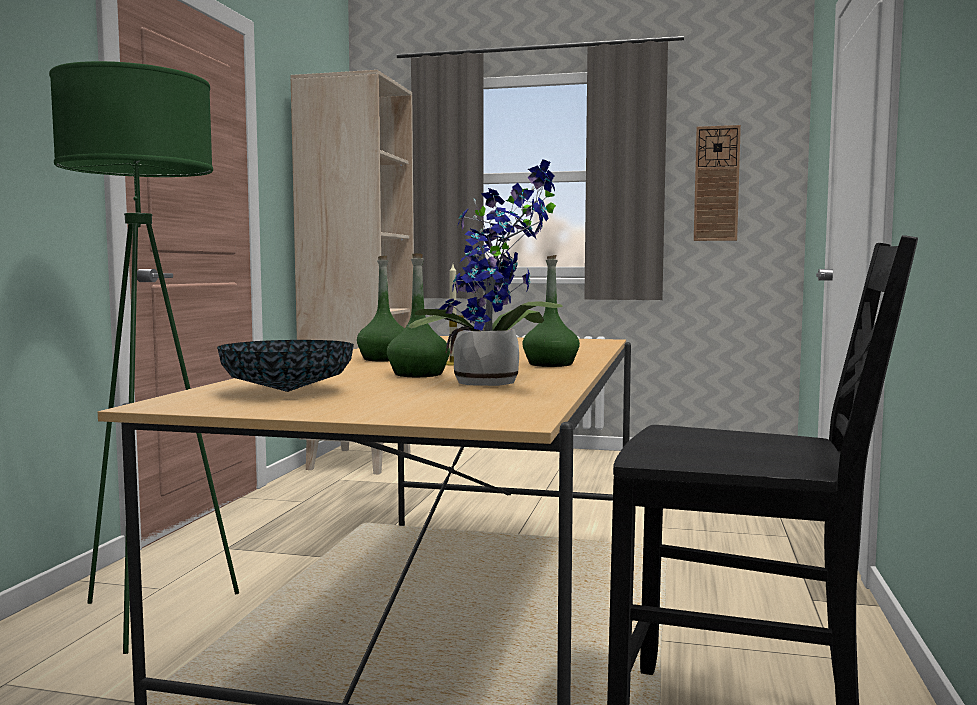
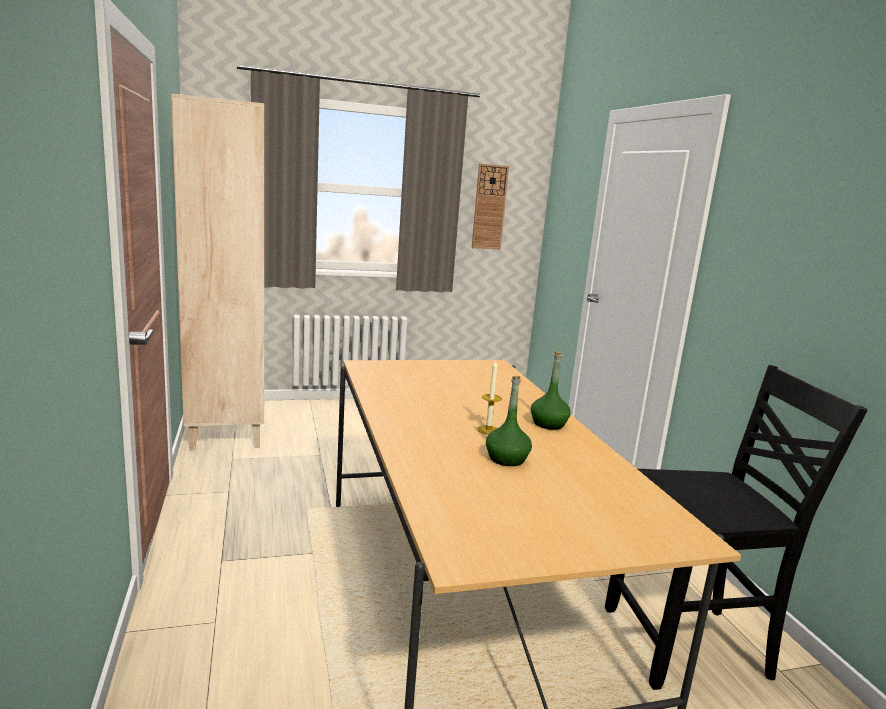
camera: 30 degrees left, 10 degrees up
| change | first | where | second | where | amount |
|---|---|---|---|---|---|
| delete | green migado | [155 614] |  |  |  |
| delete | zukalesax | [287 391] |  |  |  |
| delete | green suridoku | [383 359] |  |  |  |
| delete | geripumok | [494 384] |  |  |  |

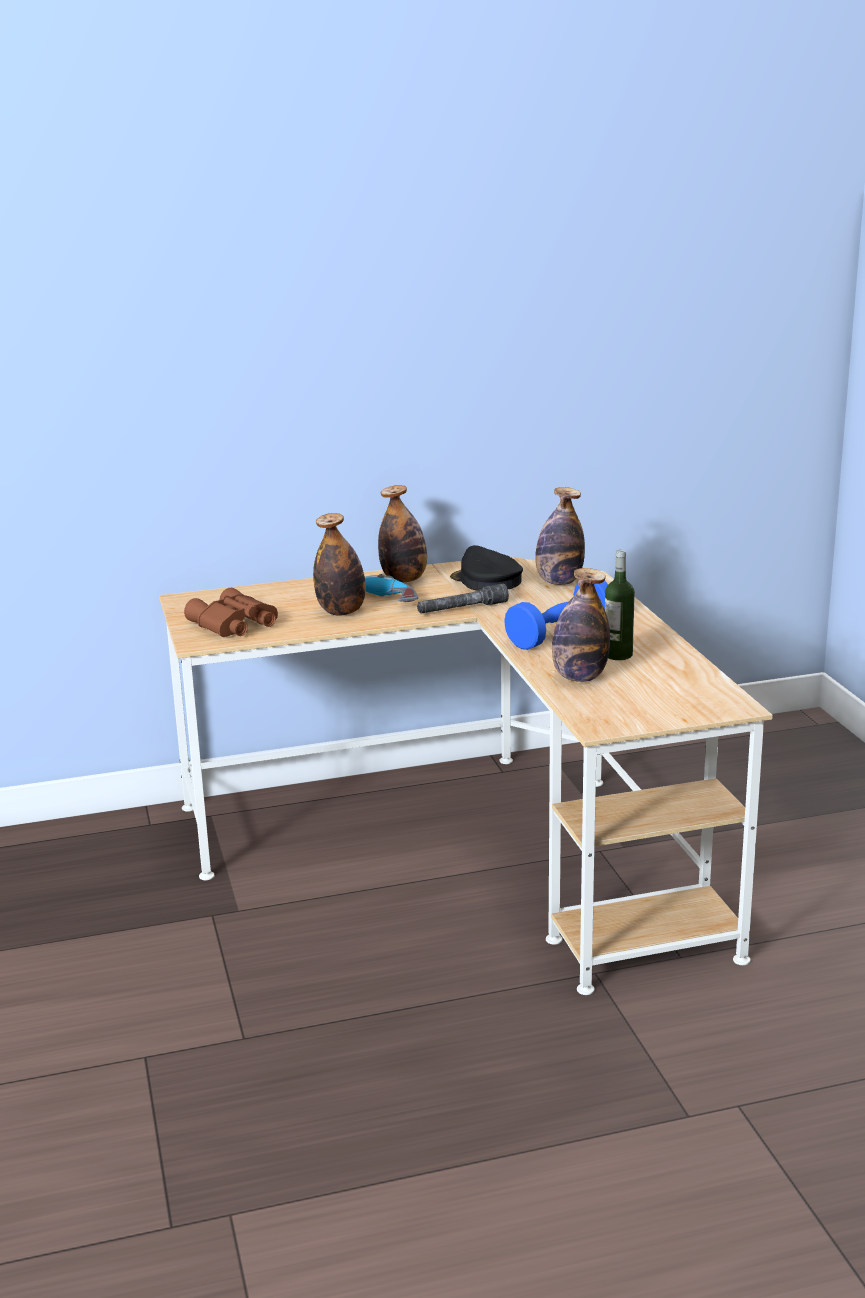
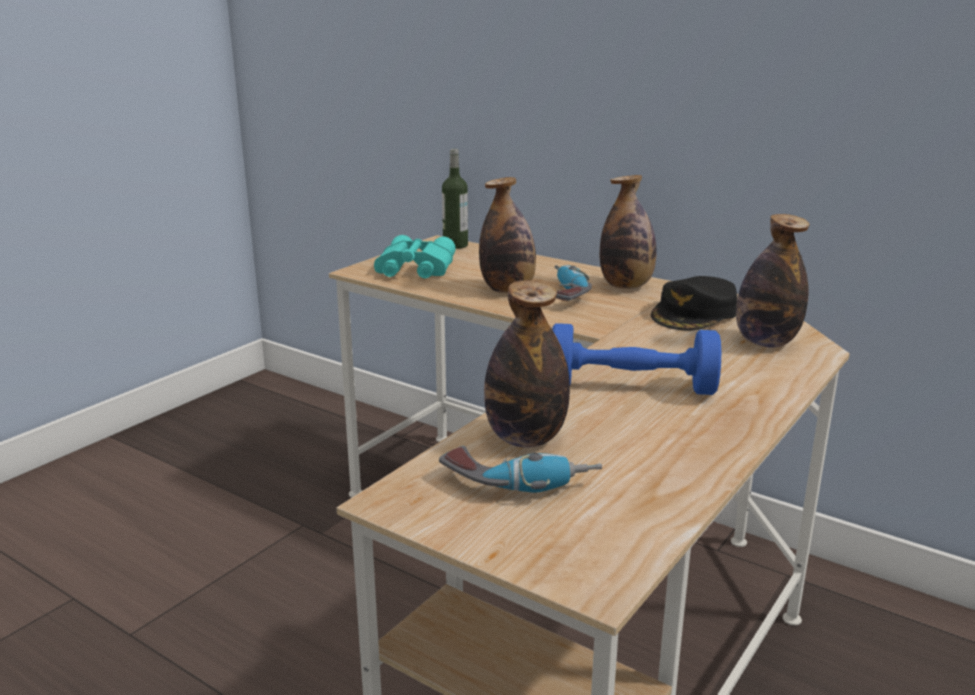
camera: 50 degrees right, 0 degrees up
| change | first | where | second | where | amount |
|---|---|---|---|---|---|
| recolor | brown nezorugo | [233 625] | turquoise nezorugo | [413 269] |  |
| insert |  |  | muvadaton | [519 482] |  |
| move | suridoku | [618 655] |  | [455 245] |  |
| rotate | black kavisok | [486 581] |  | [694 314] | 150 degrees counterclockwise |
| delete | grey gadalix | [462 609] |  |  |  |

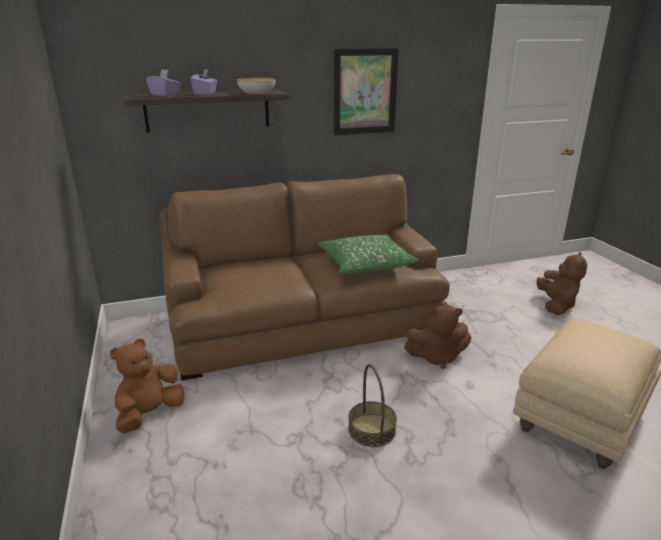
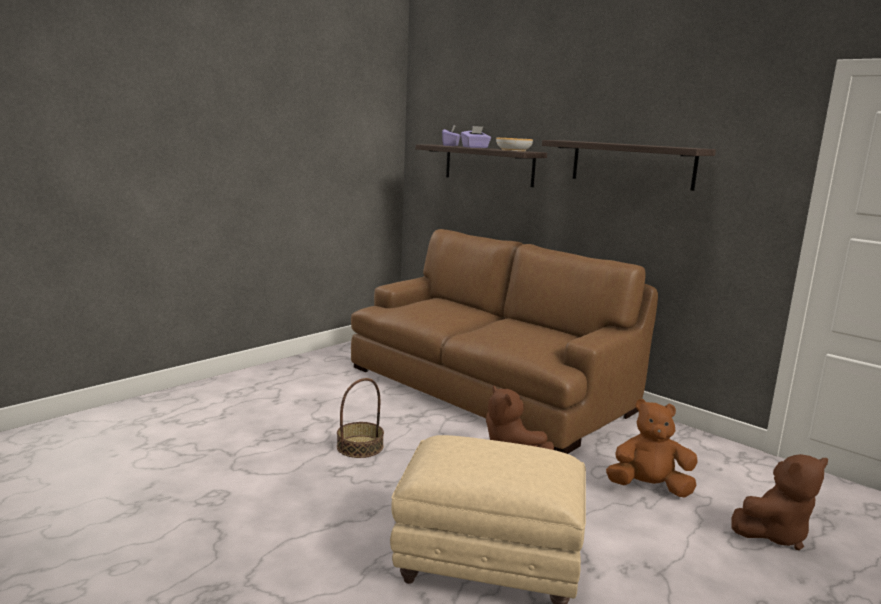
camera: 60 degrees right, 10 degrees down
| change | first | where | second | where | amount |
|---|---|---|---|---|---|
| replace | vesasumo | [365 92] | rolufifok | [632 164] |  |
| move | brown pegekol | [150 414] |  | [649 488] |  |
| delete | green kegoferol | [366 264] |  |  |  |

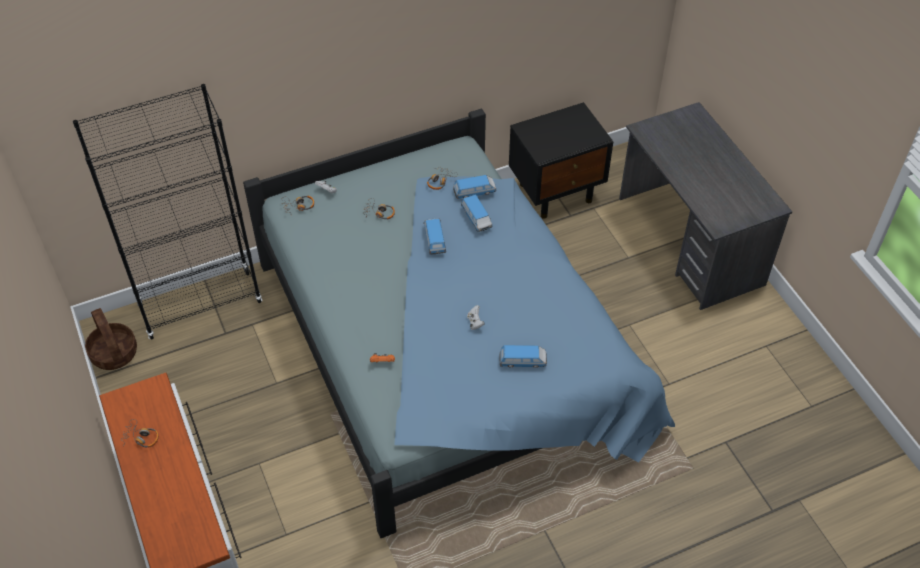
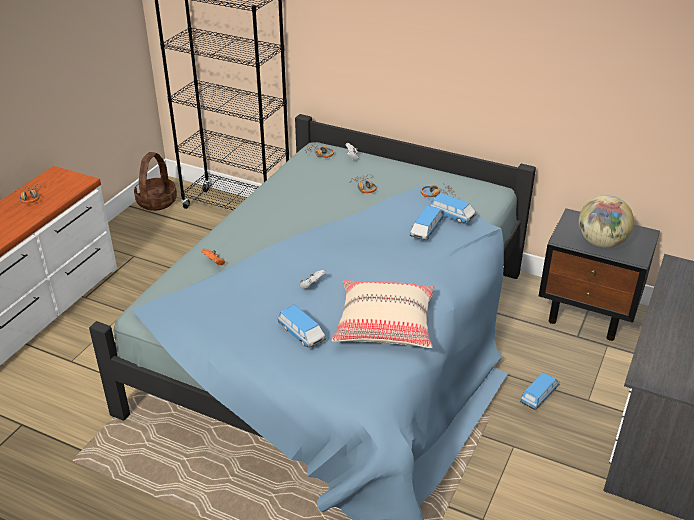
camera: 50 degrees right, 15 degrees down
| change | first | where | second | where | amount |
|---|---|---|---|---|---|
| insert |  |  | beige kegoferol | [384 324] |  |
| move | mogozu | [434 239] |  | [539 396] |  |
| insert |  |  | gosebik | [601 243] |  |

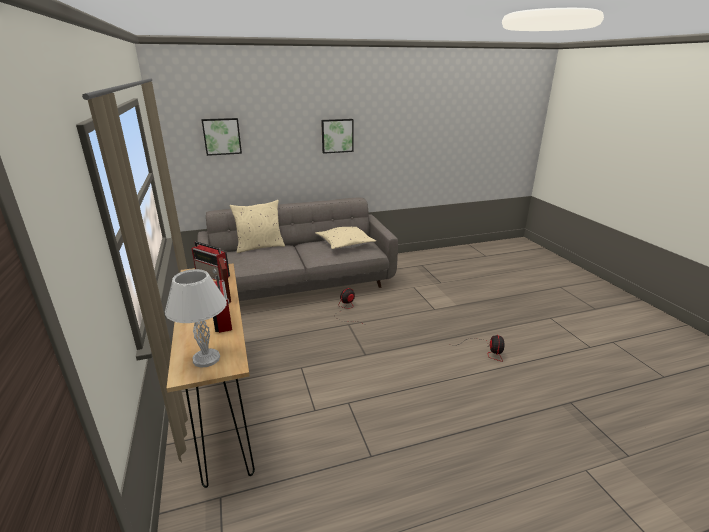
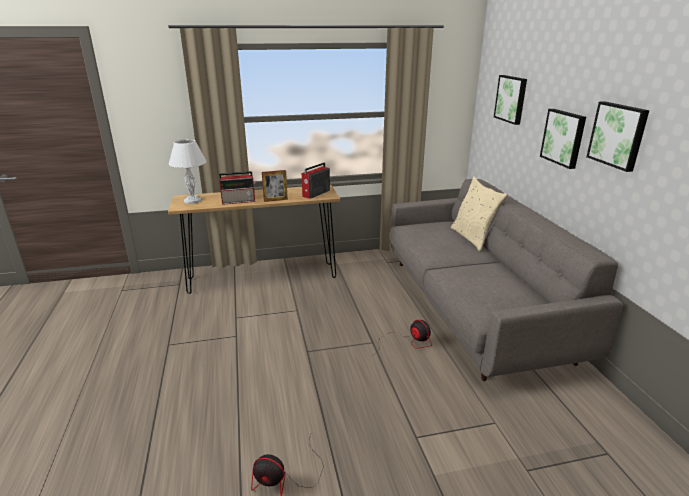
camera: 95 degrees right, 0 degrees up
| change | first | where | second | where | amount |
|---|---|---|---|---|---|
| insert |  |  | vesasumo | [564 137] |  |
| delete | beige kegoferol | [345 243] |  |  |  |

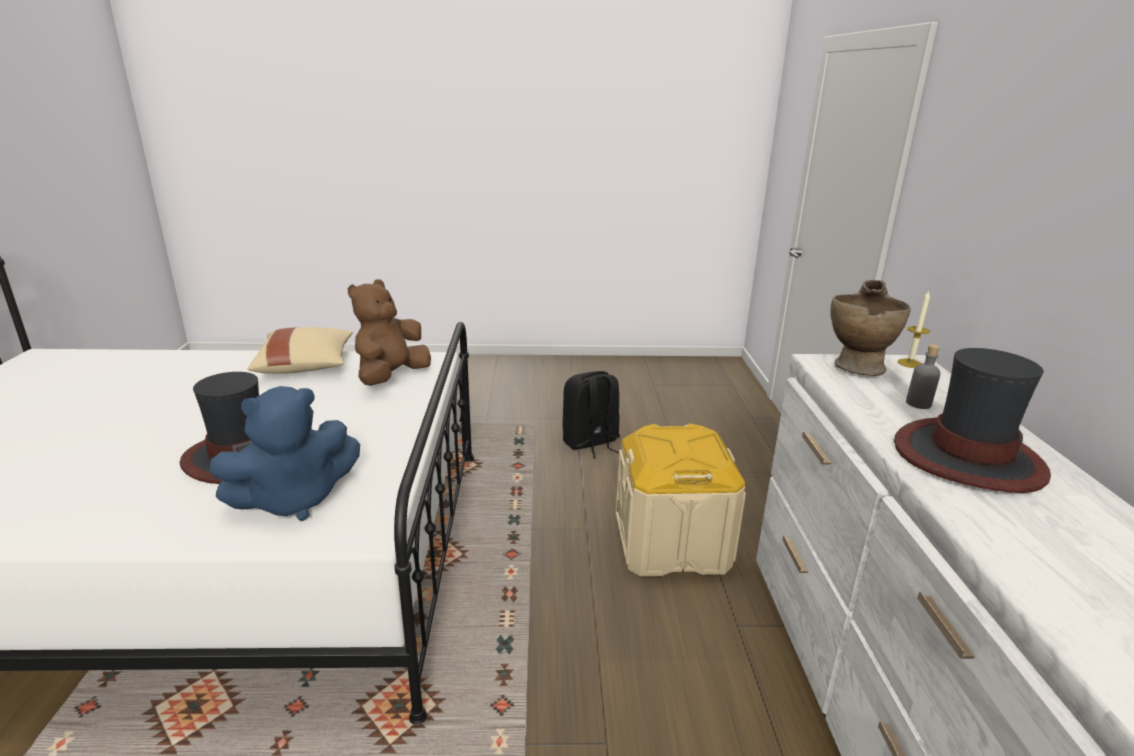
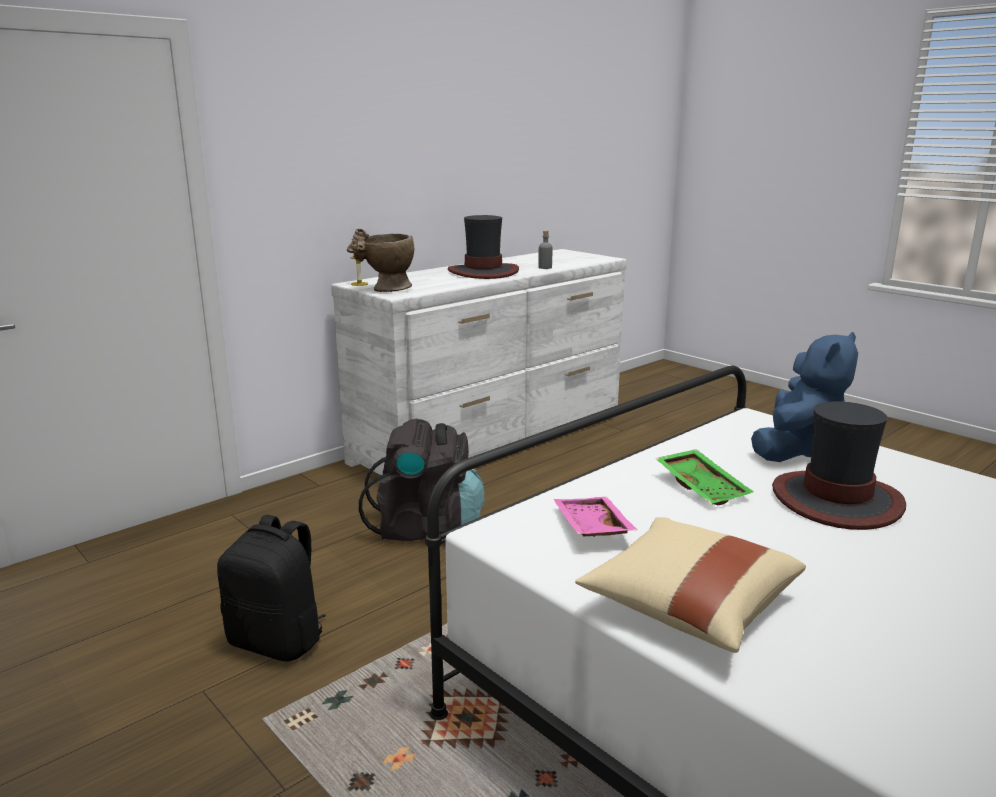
camera: 130 degrees left, 5 degrees down
| change | first | where | second | where | amount |
|---|---|---|---|---|---|
| replace | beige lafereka | [671 543] | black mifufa | [426 528] |  |
| move | grey suridoku | [918 403] |  | [545 267] |  |
| replace | brown pegekol | [391 377] | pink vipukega | [590 528] |  |
| insert |  |  | green vipukega | [703 487] |  |
| rotate | blue pegekol | [294 500] |  | [796 450] | 105 degrees clockwise |

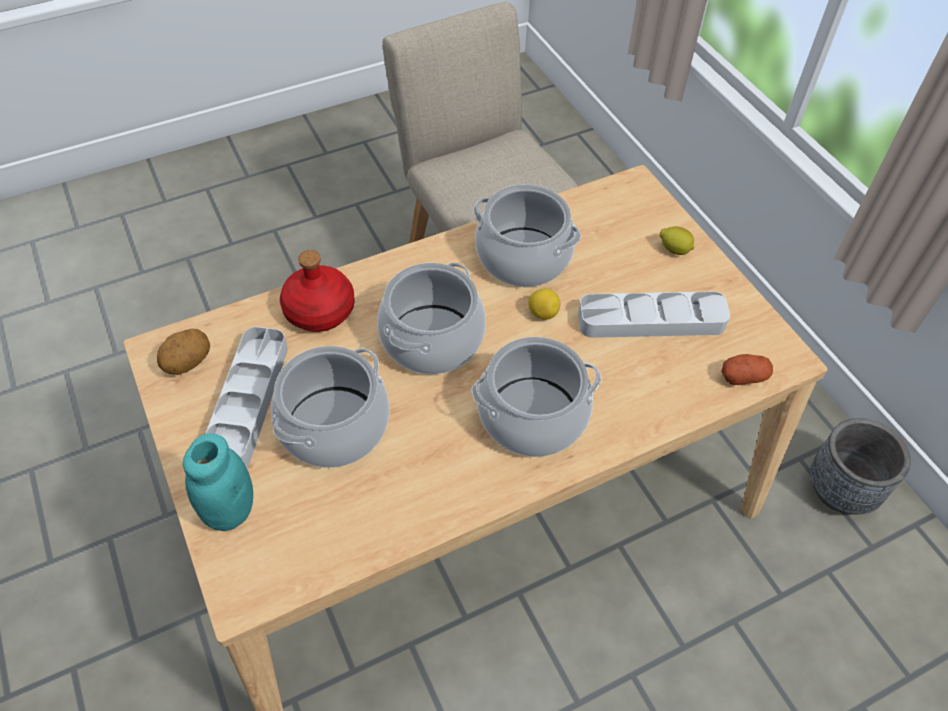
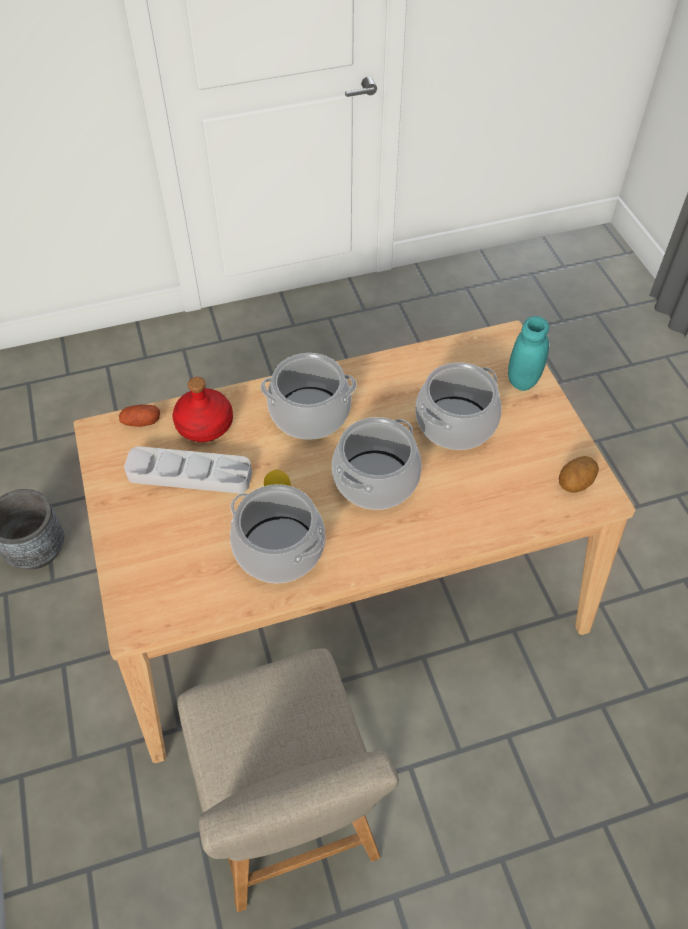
camera: 170 degrees left, 0 degrees up
| change | first | where | second | where | amount |
|---|---|---|---|---|---|
| move | red suridoku | [320 310] |  | [204 425] |  |
| delete | grey vipukega | [248 401] |  |  |  |
| delete | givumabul | [674 249] |  |  |  |

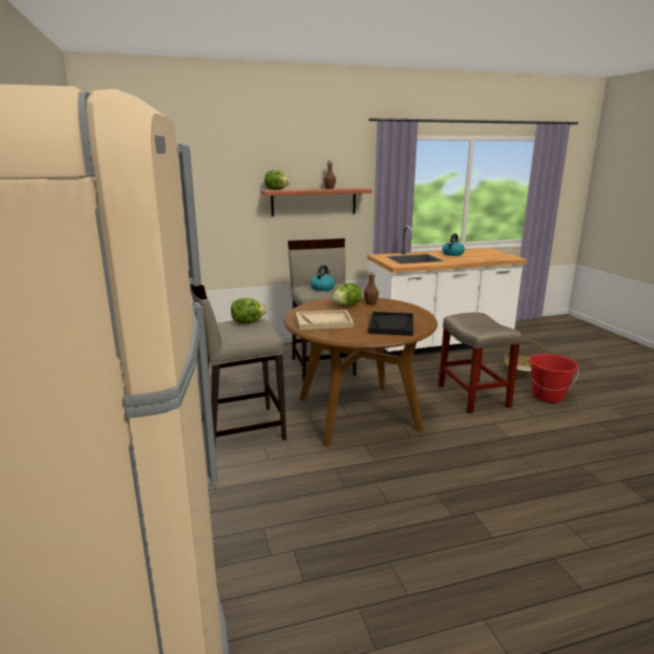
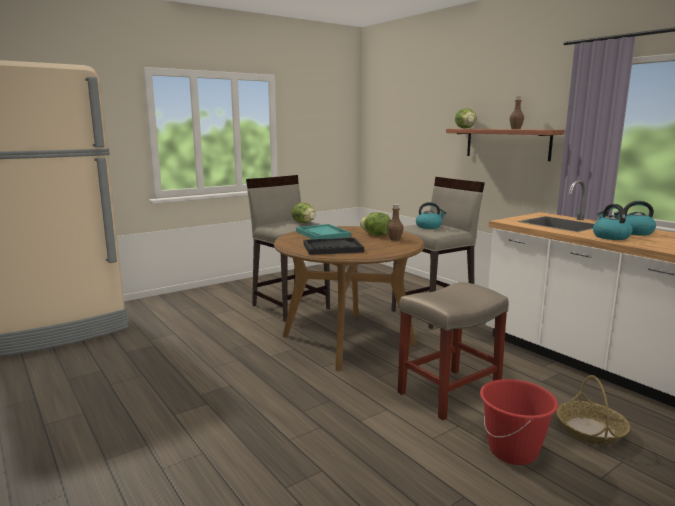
camera: 70 degrees right, 5 degrees down
| change | first | where | second | where | amount |
|---|---|---|---|---|---|
| recolor | beige vipukega | [324 321] | turquoise vipukega | [322 234] |  |
| insert |  |  | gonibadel | [610 237] |  |

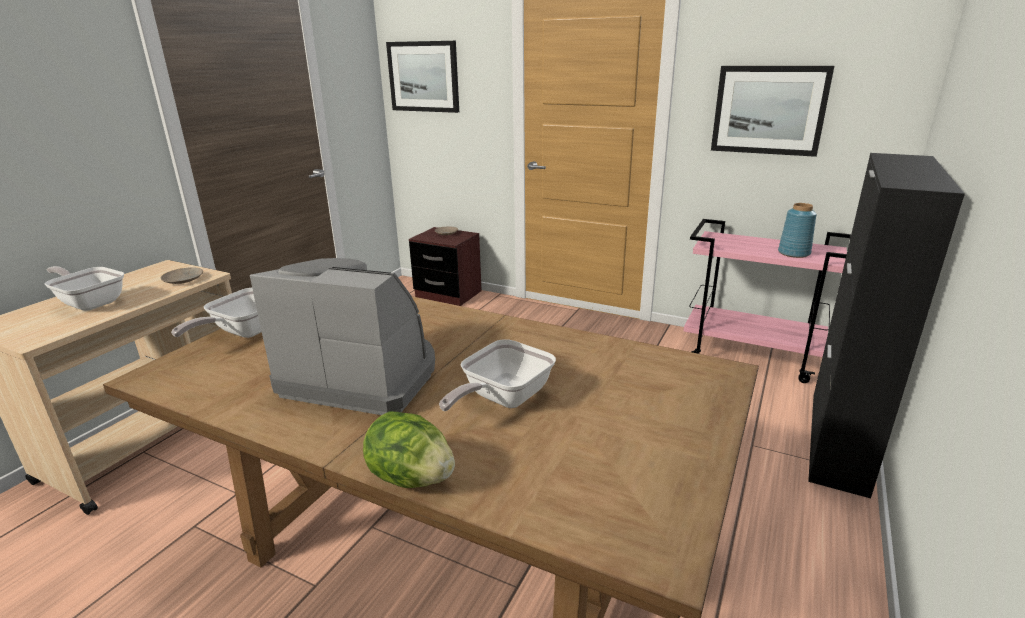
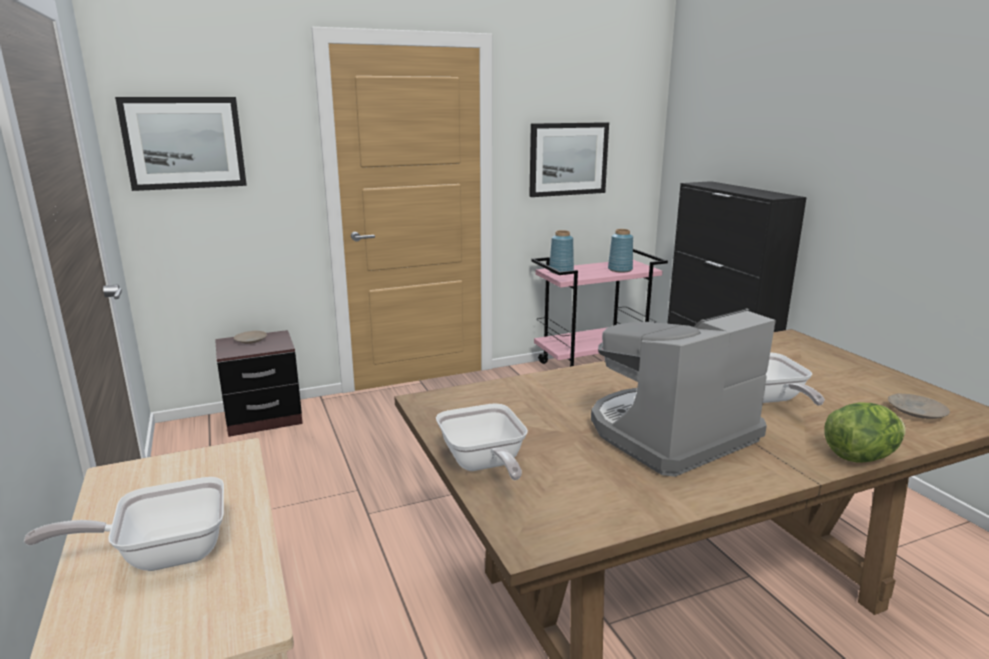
camera: 50 degrees left, 5 degrees down
| change | first | where | second | where | amount |
|---|---|---|---|---|---|
| insert |  |  | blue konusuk | [561 271] |  |
| move | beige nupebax | [184 280] |  | [915 412] |  |

